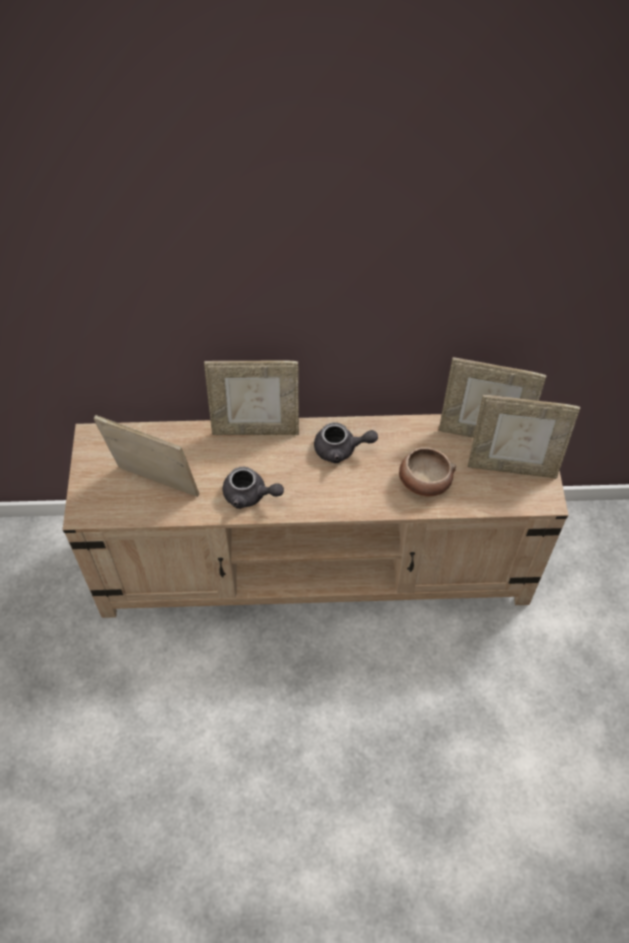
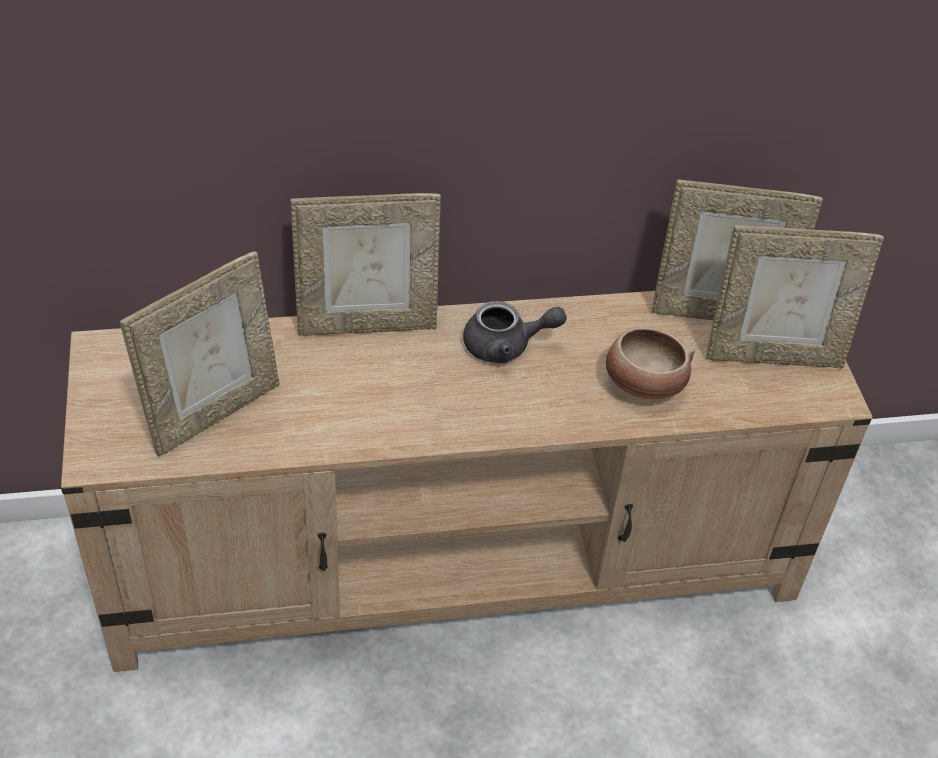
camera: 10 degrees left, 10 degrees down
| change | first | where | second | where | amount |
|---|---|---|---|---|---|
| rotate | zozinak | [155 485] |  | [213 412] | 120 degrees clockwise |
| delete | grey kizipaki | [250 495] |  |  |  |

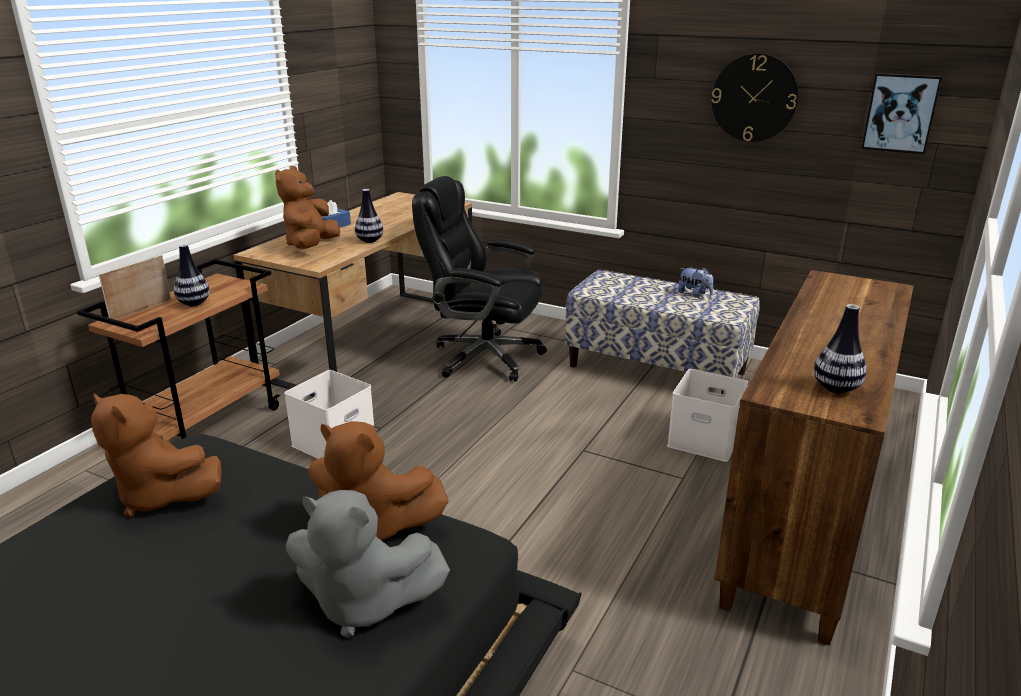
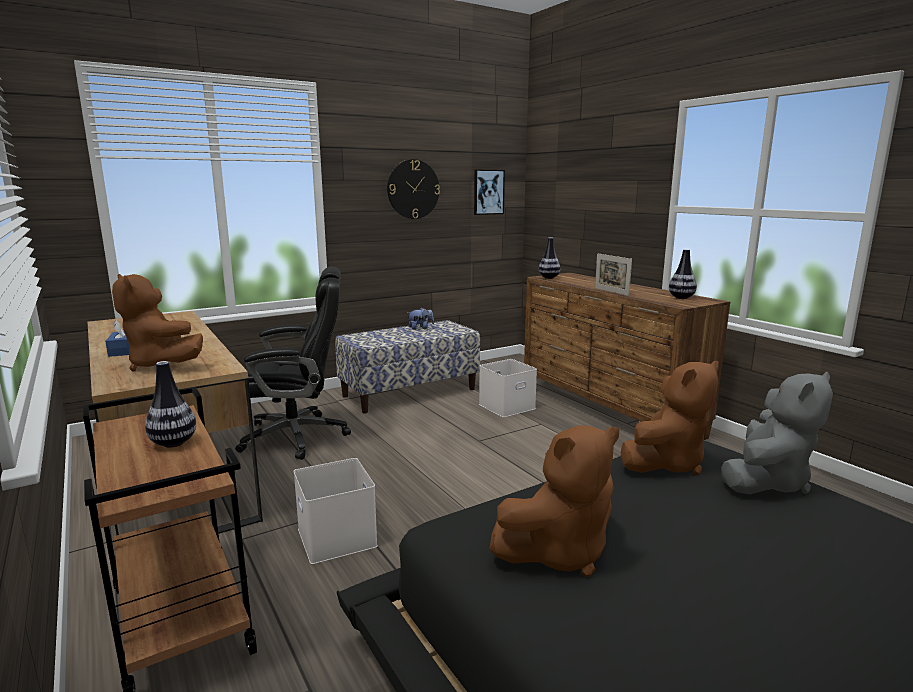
camera: 60 degrees left, 10 degrees down
| change | first | where | second | where | amount |
|---|---|---|---|---|---|
| rotate | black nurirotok | [484 357] |  | [297 436] | 150 degrees counterclockwise |
| move | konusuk | [369 241] |  | [549 278] |  |
| move | zozinak | [141 310] |  | [611 291] |  |

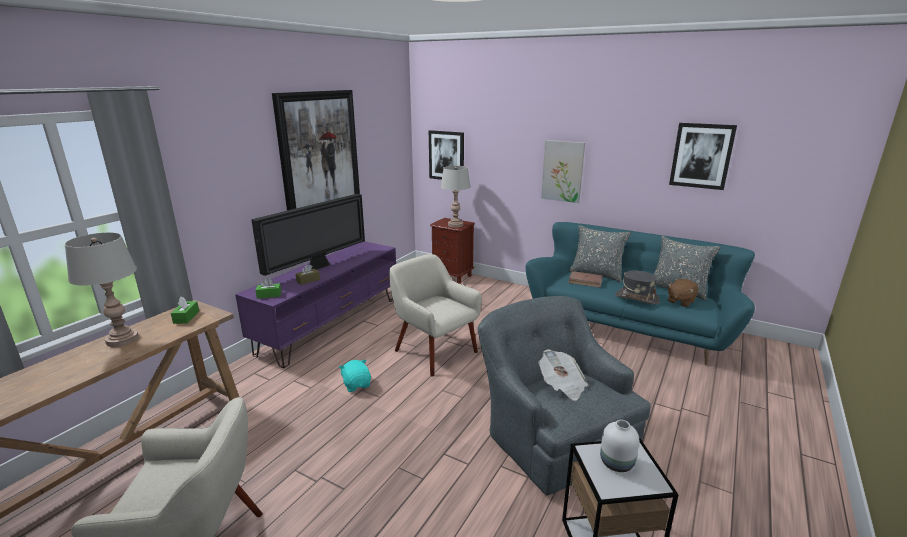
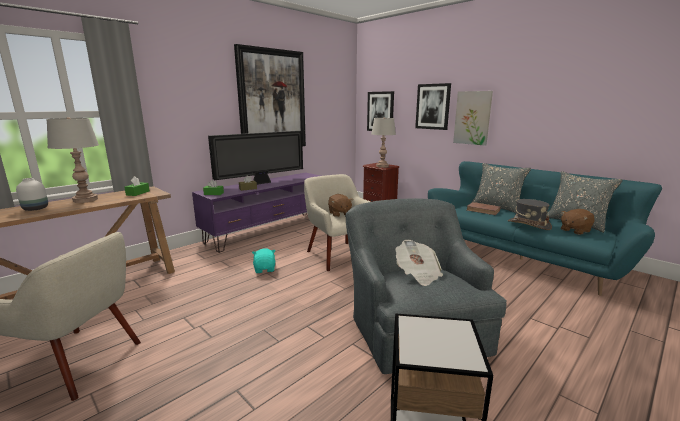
camera: 15 degrees right, 5 degrees down
| change | first | where | second | where | amount |
|---|---|---|---|---|---|
| move | white konusuk | [617 462] |  | [36 209] |  |
| insert |  |  | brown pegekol | [339 214] |  |
| move | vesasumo | [701 156] |  | [433 106] |  |

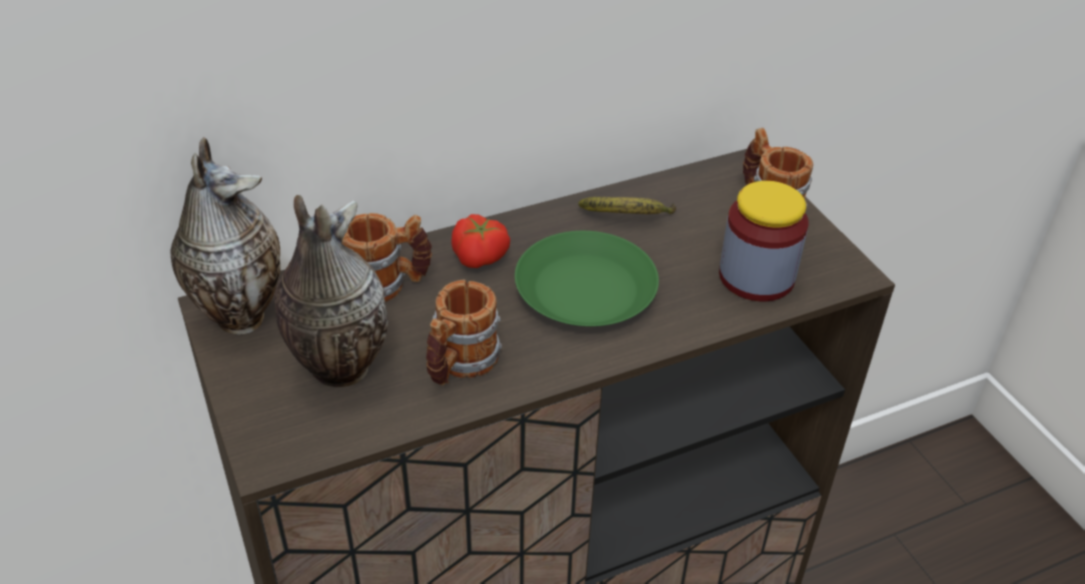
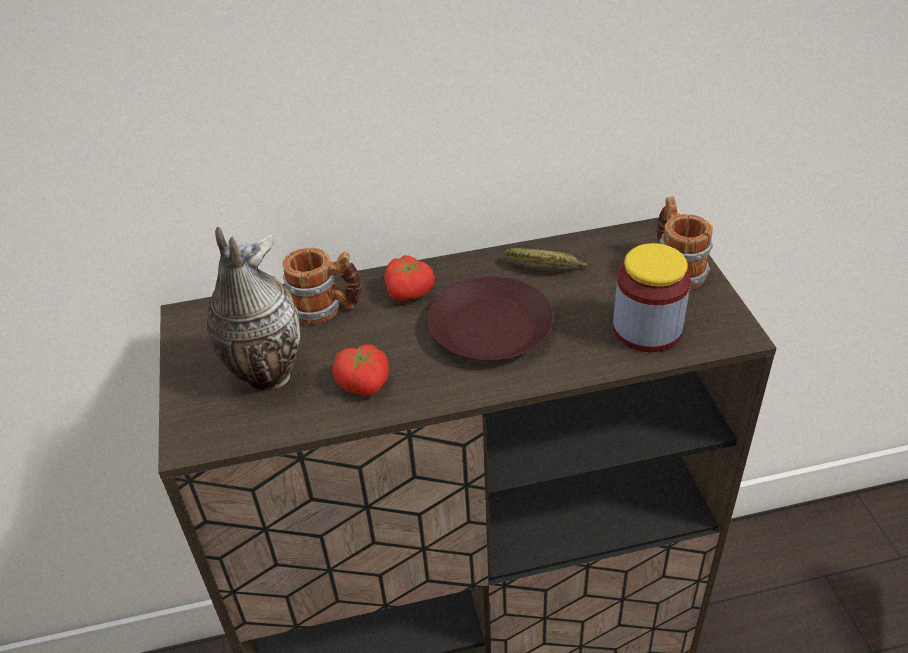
camera: 15 degrees right, 0 degrees up
| change | first | where | second | where | amount |
|---|---|---|---|---|---|
| replace | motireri | [459 365] | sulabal | [364 382] |  |
| recolor | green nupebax | [587 291] | brown nupebax | [491 329] |  |
| delete | konusuk | [239 314] |  |  |  |

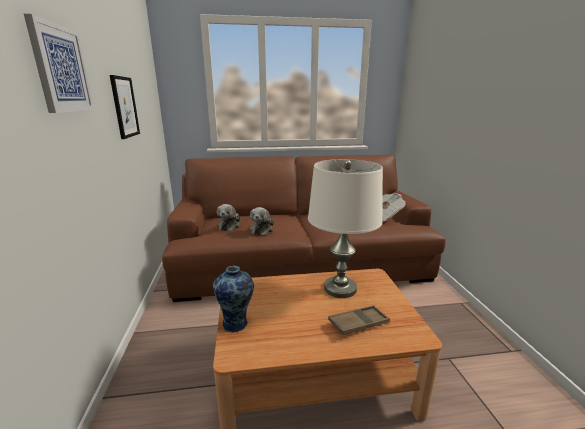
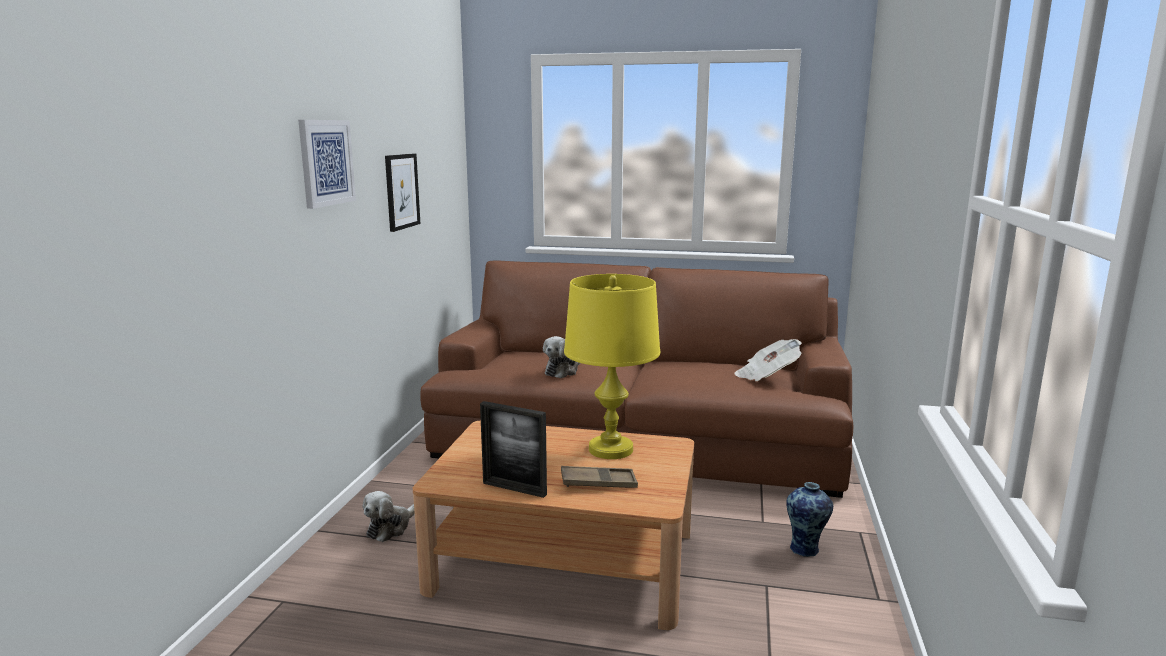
camera: 20 degrees right, 5 degrees down
| change | first | where | second | where | amount |
|---|---|---|---|---|---|
| move | pegekol | [230 225] |  | [390 528] |  |
| insert |  |  | zozinak | [514 489] |  |
| recolor | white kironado | [340 288] | yellow kironado | [610 449] |  |
| move | konusuk | [236 323] |  | [805 549] |  |

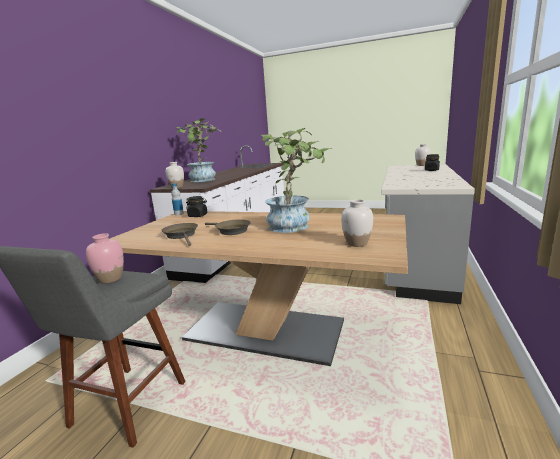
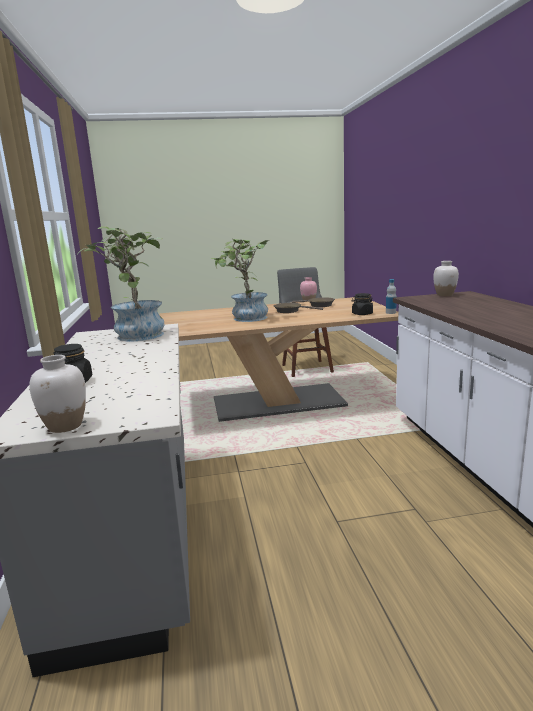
camera: 150 degrees right, 0 degrees up
| change | first | where | second | where | amount |
|---|---|---|---|---|---|
| move | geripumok | [203 180] |  | [135 334] |  |
| delete | white konusuk | [356 243] |  |  |  |

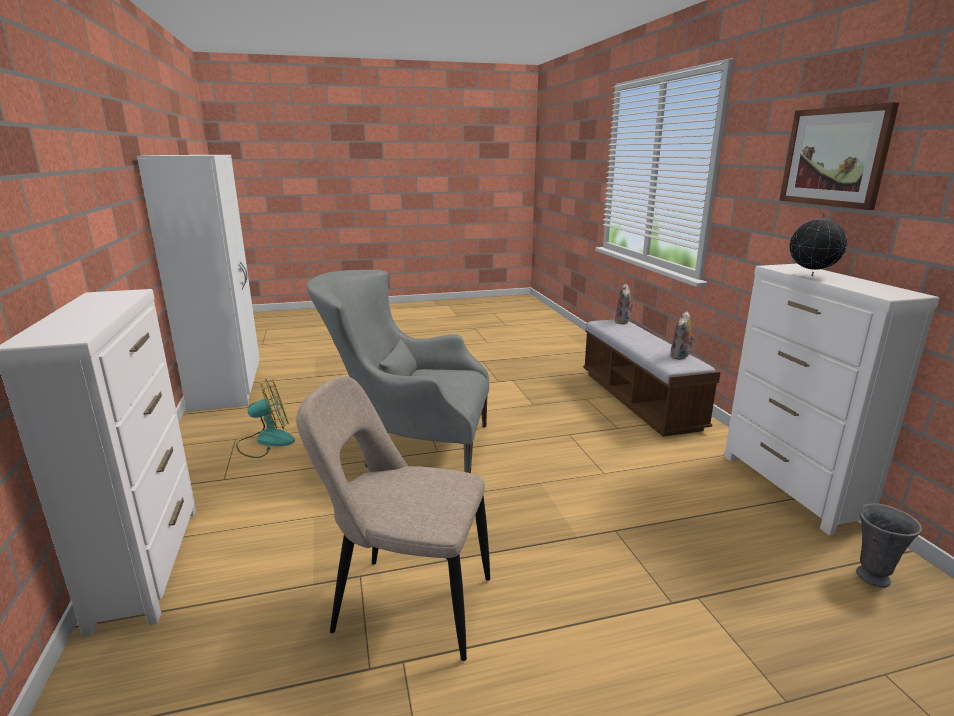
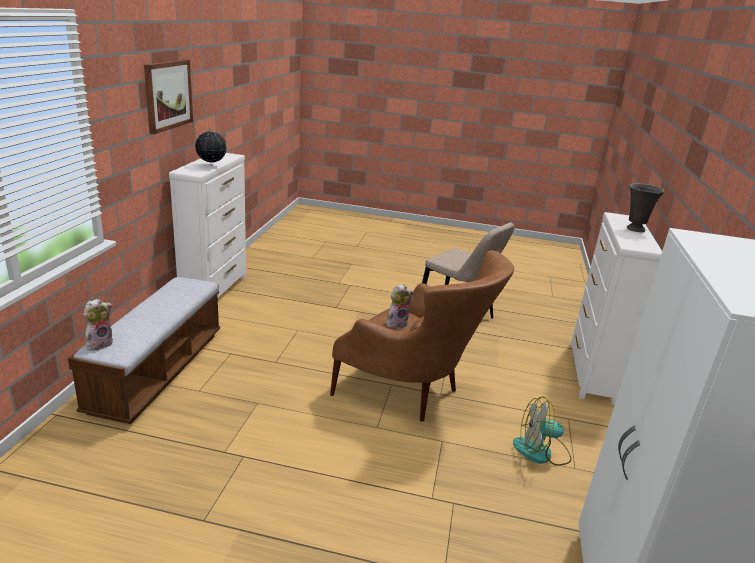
camera: 155 degrees left, 5 degrees up
| change | first | where | second | where | amount |
|---|---|---|---|---|---|
| recolor | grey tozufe | [409 450] | brown tozufe | [413 393] |  |
| move | pegekol | [680 356] |  | [397 323] |  |
| move | grey konusuk | [872 576] |  | [635 229] |  |

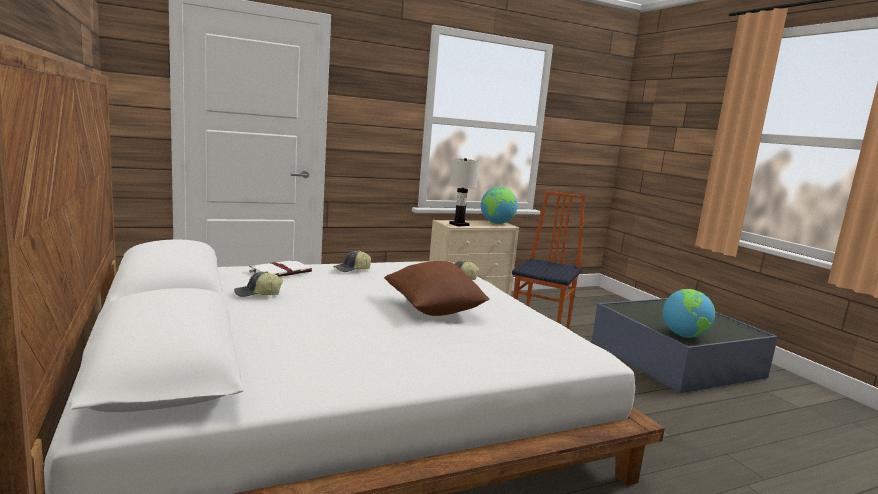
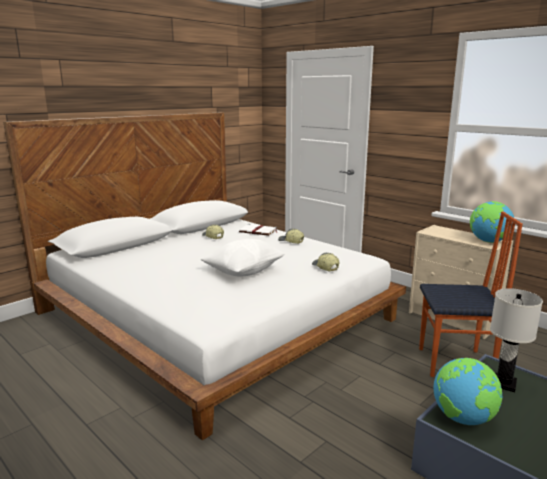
camera: 70 degrees right, 5 degrees up
| change | first | where | second | where | amount |
|---|---|---|---|---|---|
| recolor | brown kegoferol | [433 309] | white kegoferol | [244 272] |  |
| move | white kironado | [459 224] |  | [504 383] |  |

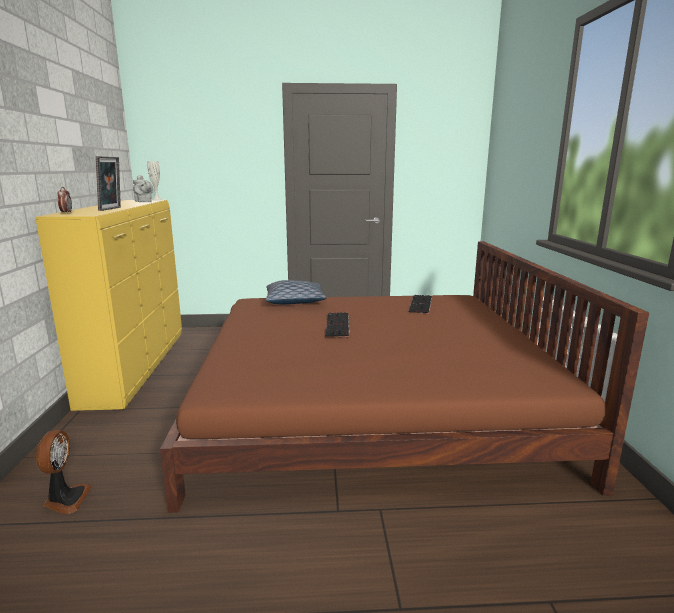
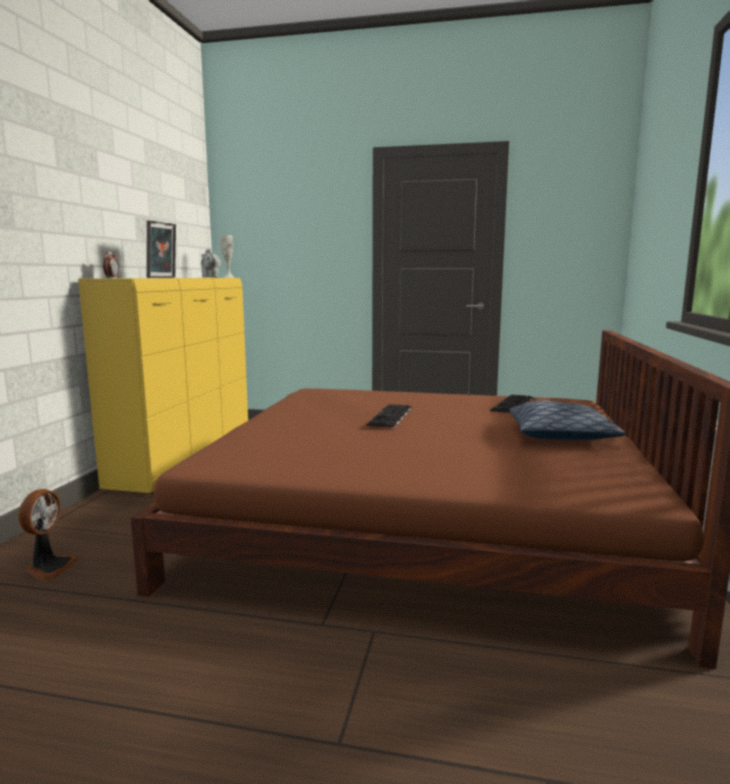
camera: 15 degrees right, 5 degrees down
| change | first | where | second | where | amount |
|---|---|---|---|---|---|
| move | kegoferol | [295 301] |  | [560 435] |  |

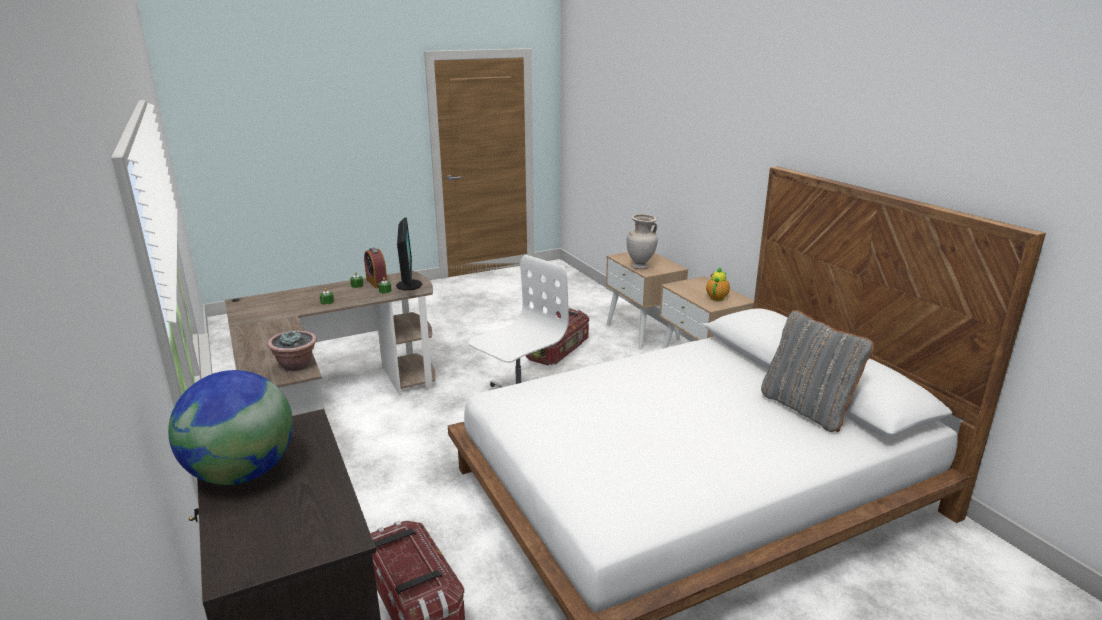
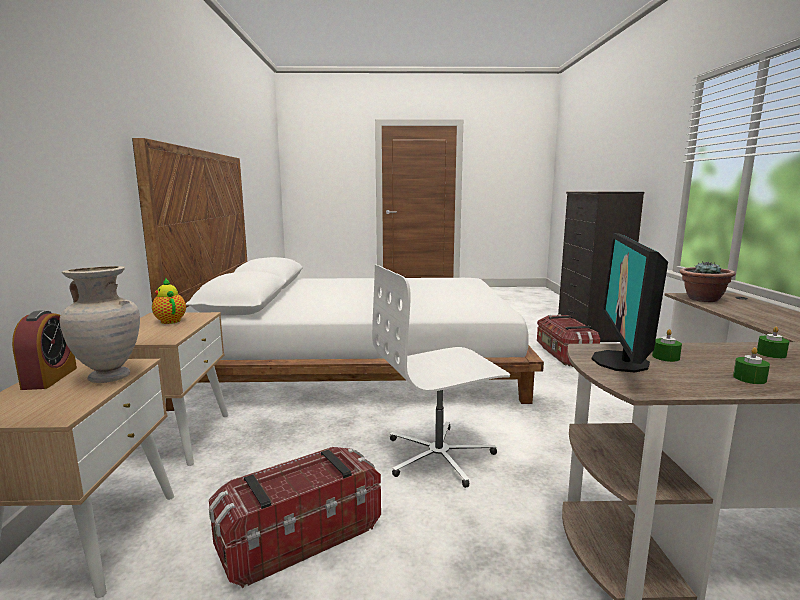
camera: 155 degrees left, 10 degrees down
| change | first | where | second | where | amount |
|---|---|---|---|---|---|
| move | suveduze | [377 282] |  | [50 378] |  |
| rotate | kizipaki | [717 297] |  | [170 320] | 90 degrees clockwise |
| delete | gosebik | [242 473] |  |  |  |
| delete | grey kegoferol | [807 409] |  |  |  |

